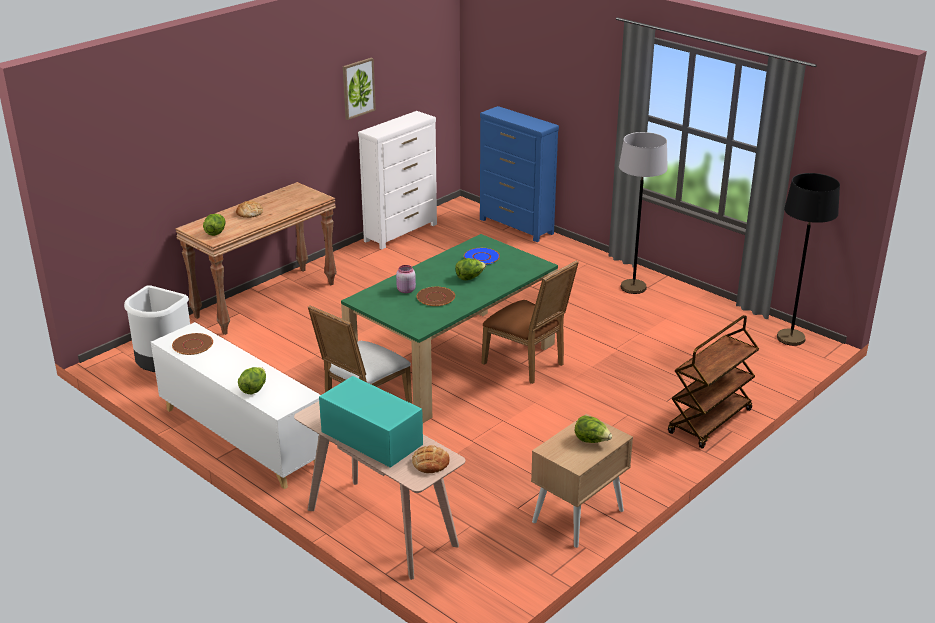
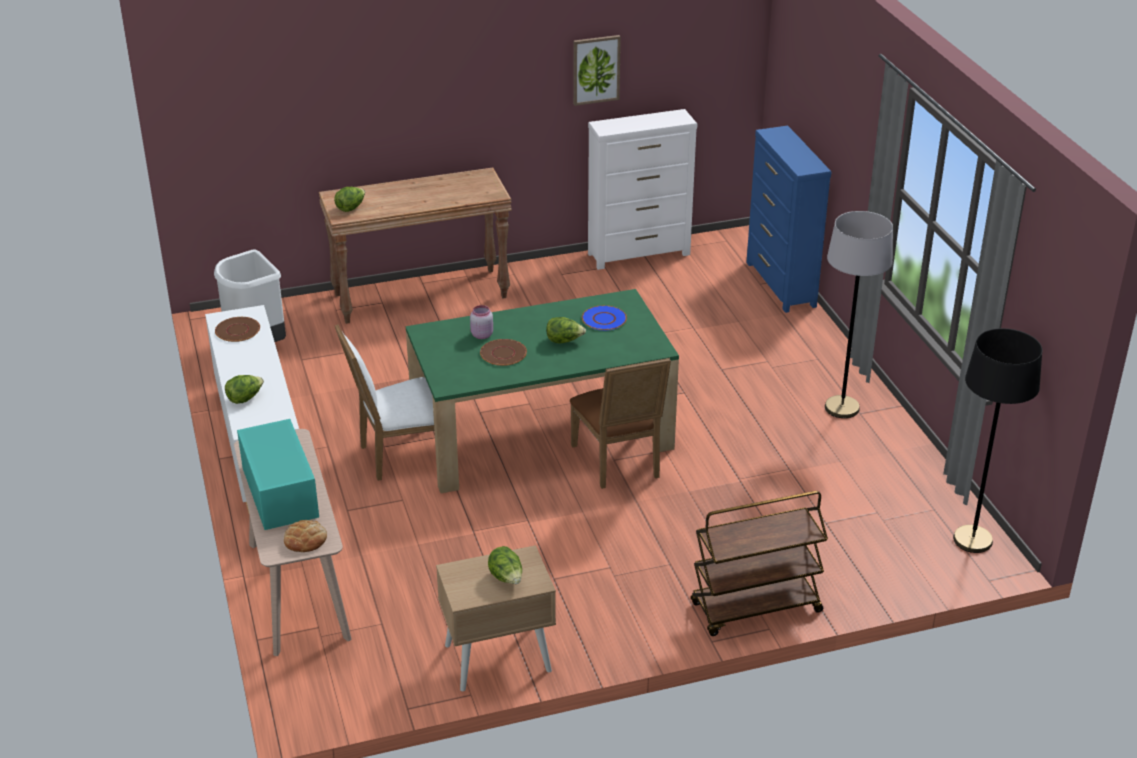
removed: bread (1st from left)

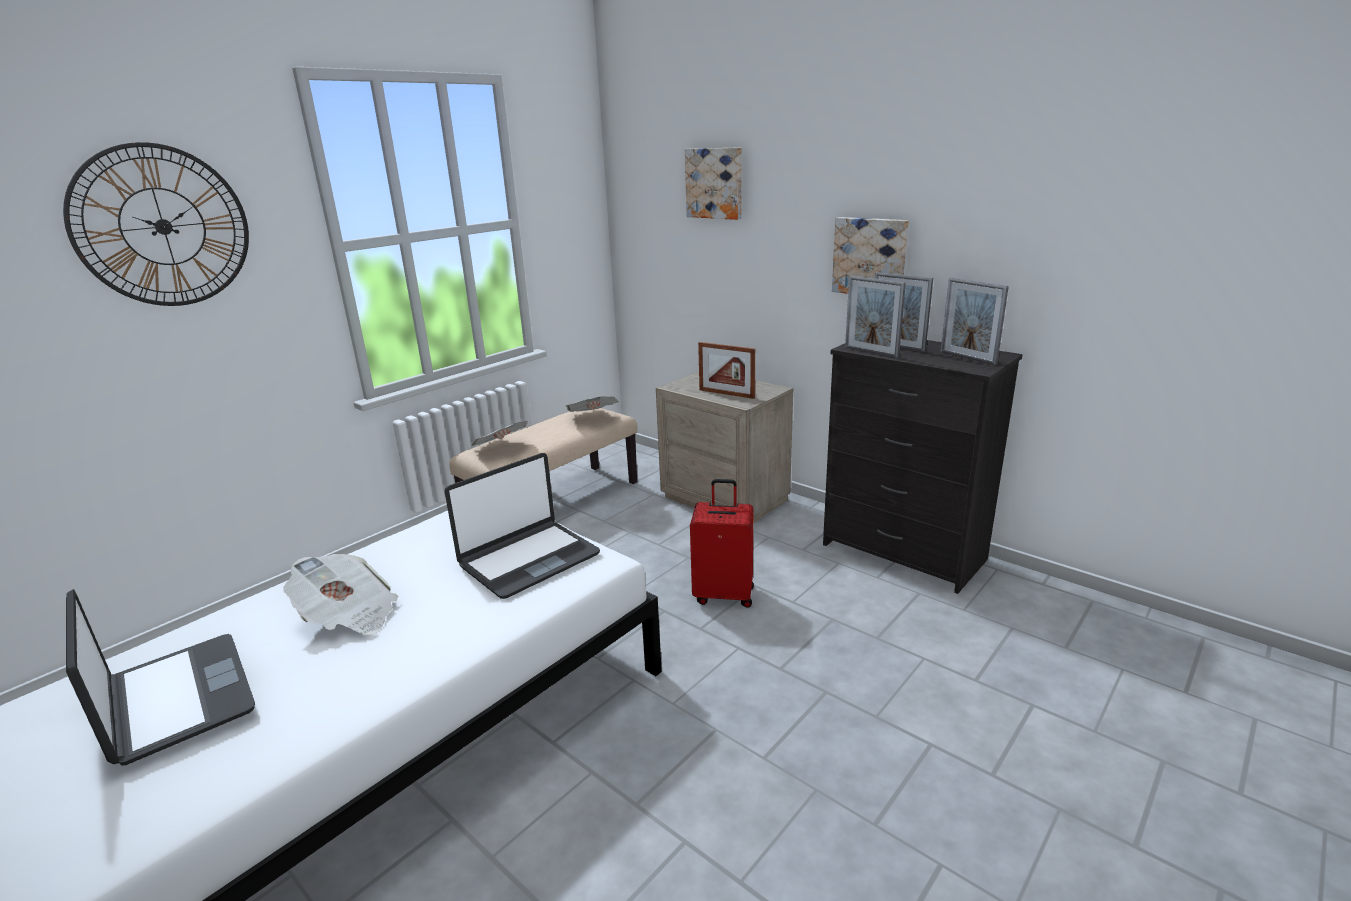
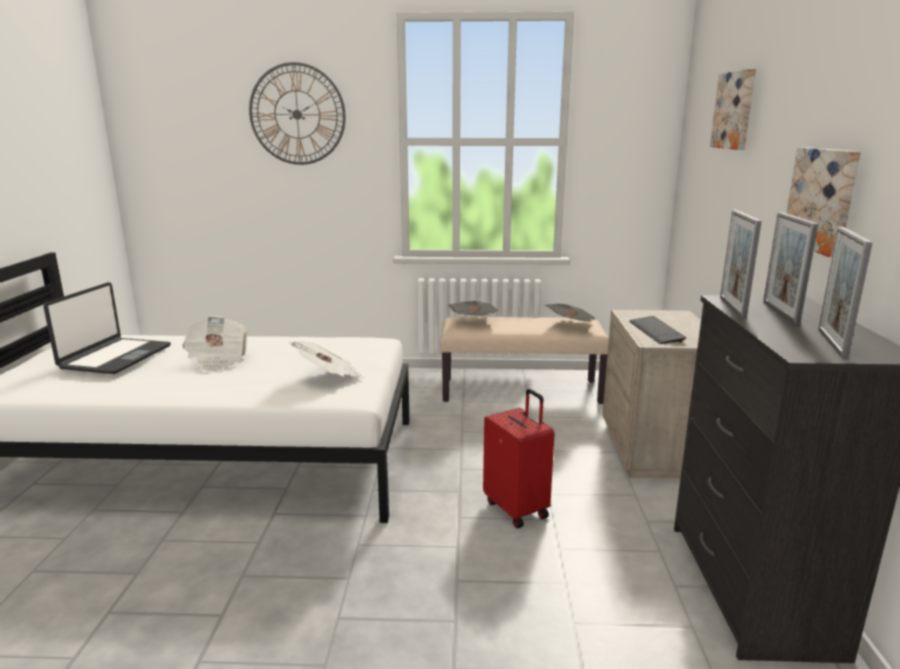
replaced: picture_frame (1st from left) to keyboard; laptop (2nd from left) to newspaper (2nd from left)

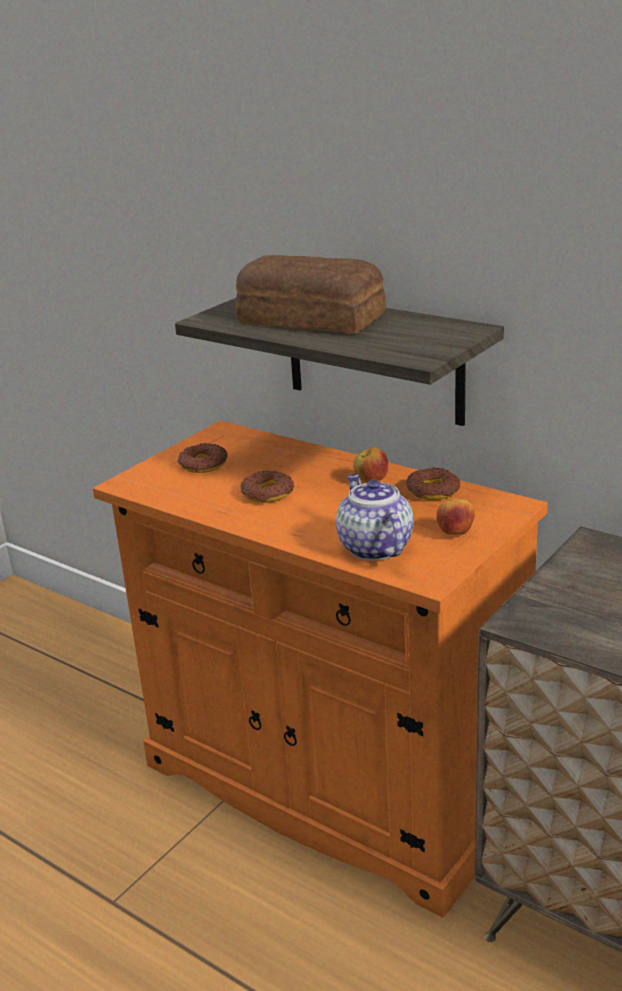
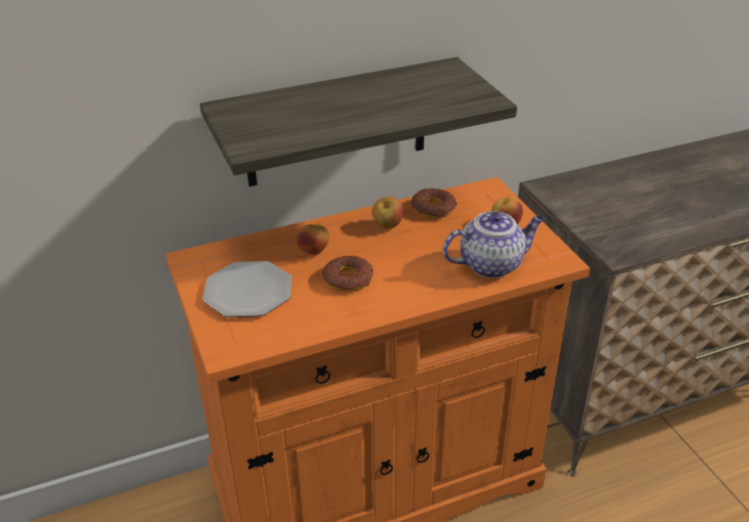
removed: bread
added: apple (1st from left)
replaced: donut (1st from left) to plate
turned: teapot 150 degrees clockwise

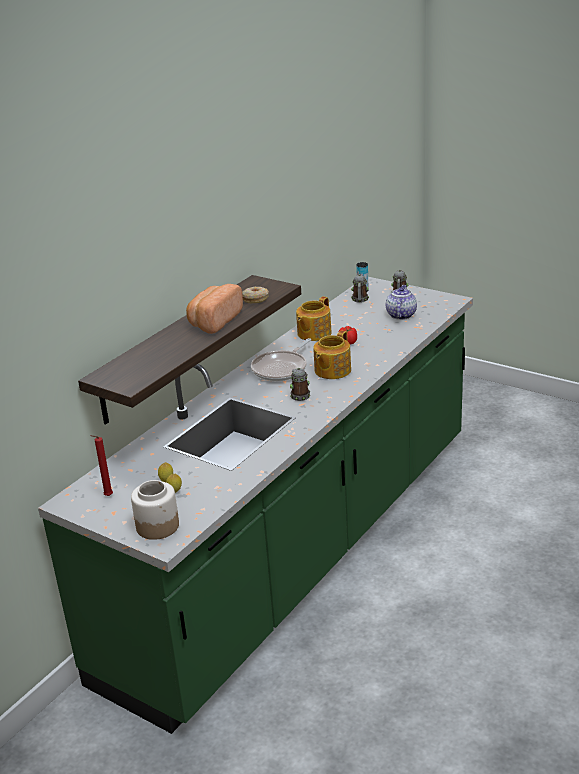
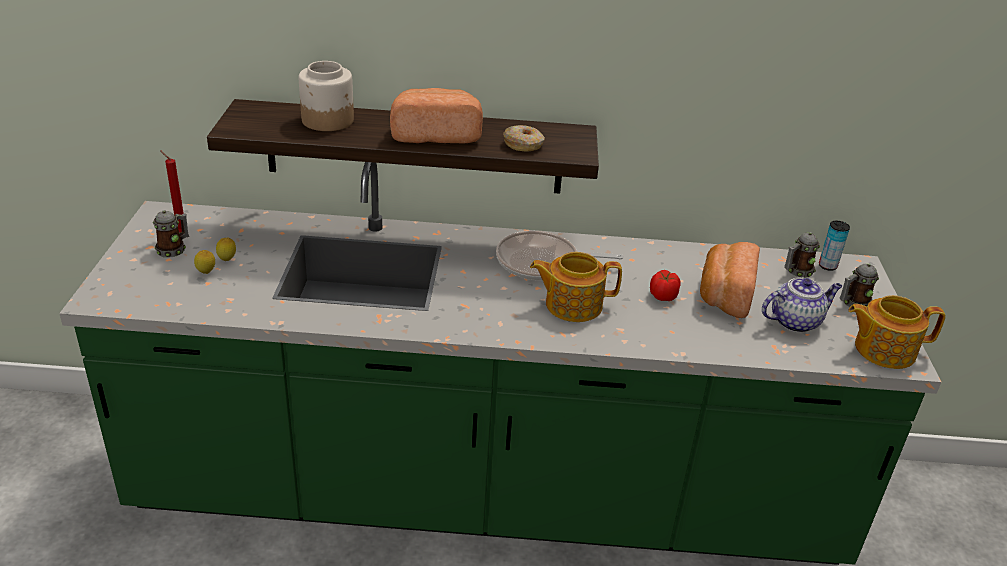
added: bread (2nd from left)
moved: teapot (1st from left in the first image) to teapot (3rd from left); mug (1st from left); jar

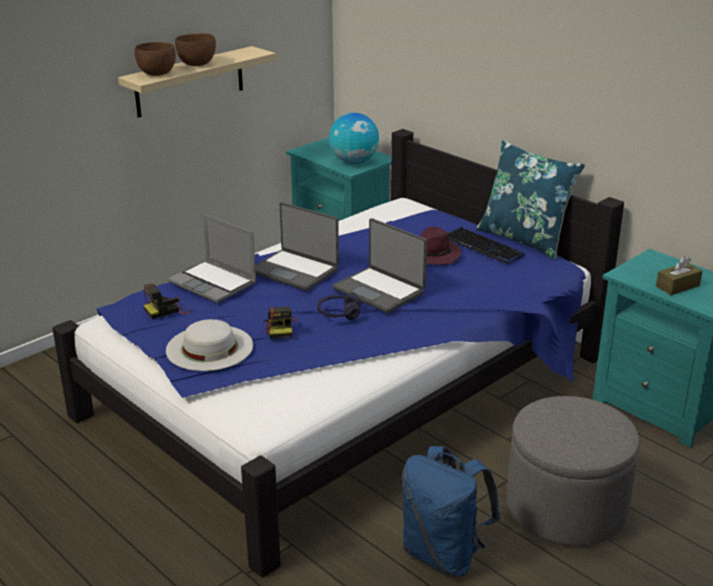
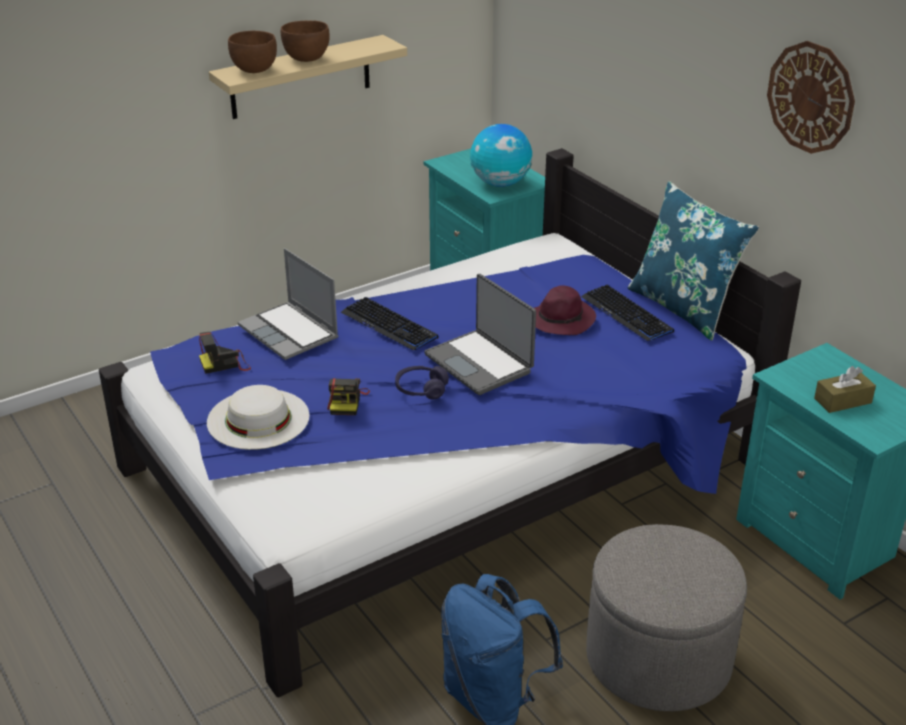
added: wall_clock
replaced: laptop (2nd from left) to keyboard (1st from left)

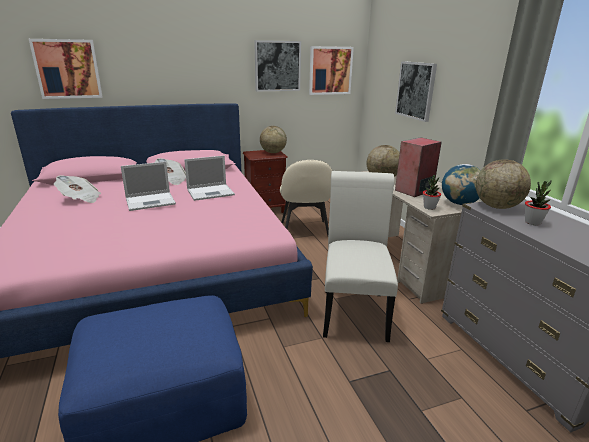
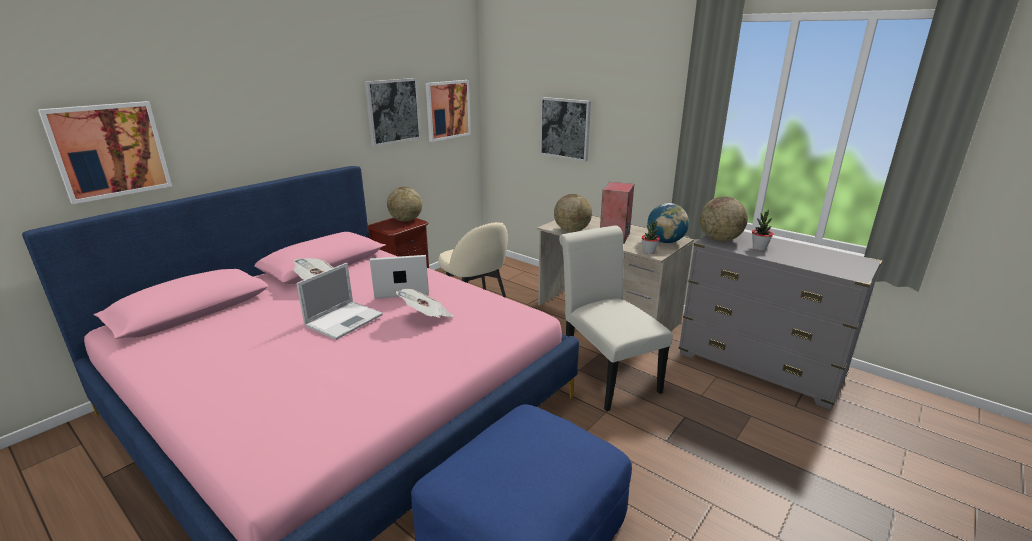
moved: newspaper (1st from left in the first image) to newspaper (2nd from left)
turned: laptop (2nd from left) 135 degrees counterclockwise

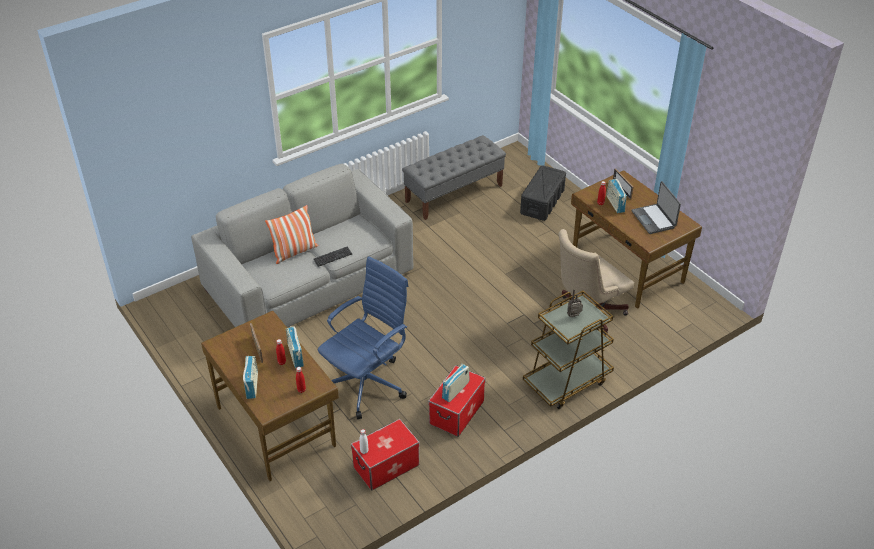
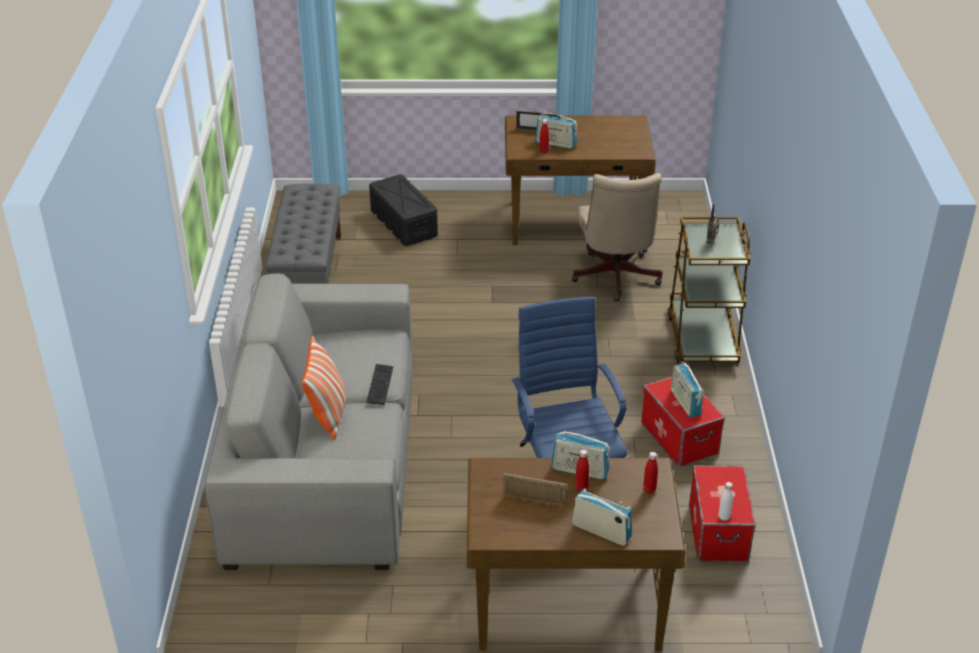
removed: laptop

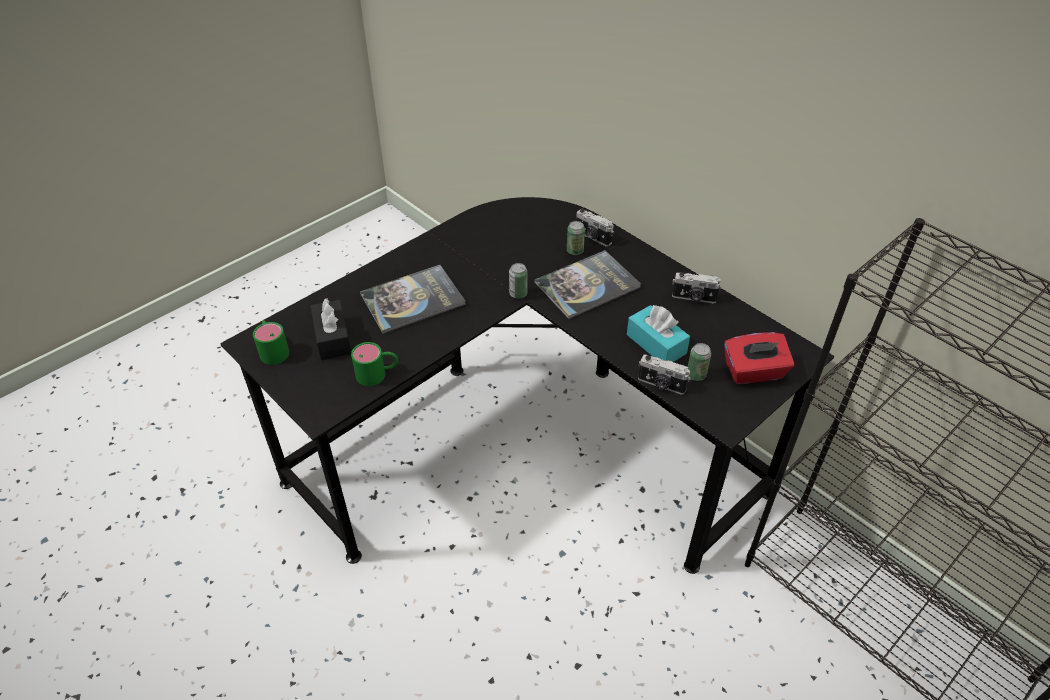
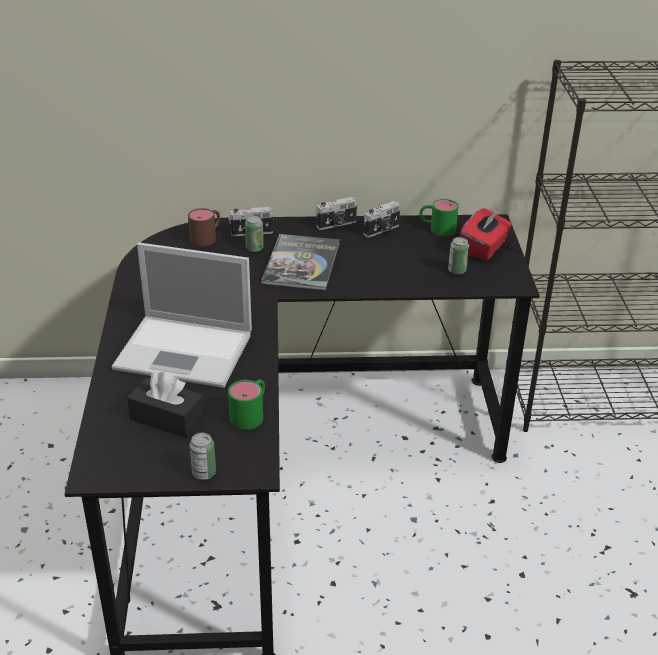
removed: turquoise_tissue_box
added: brown_mug
moved: can (1st from left); green_mug (1st from left in the first image) to green_mug (2nd from left); photo_camera (2nd from left)
replaced: book (1st from left) to laptop

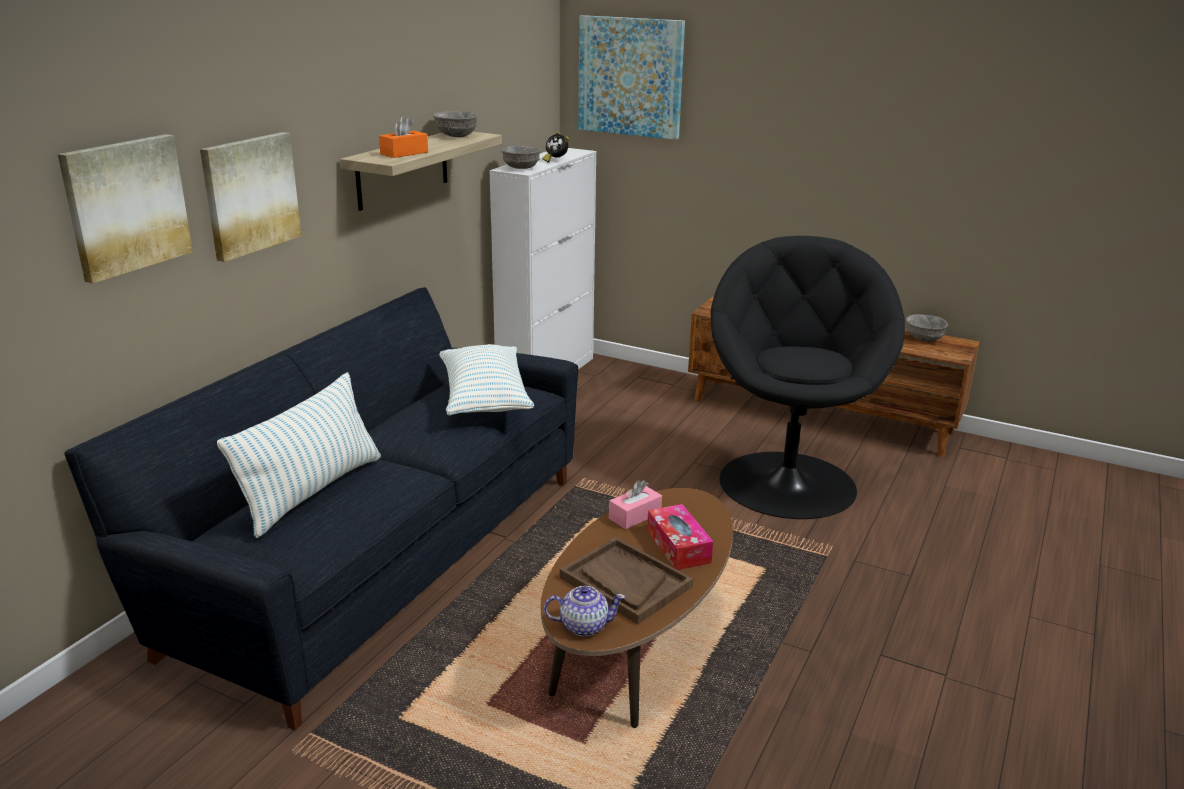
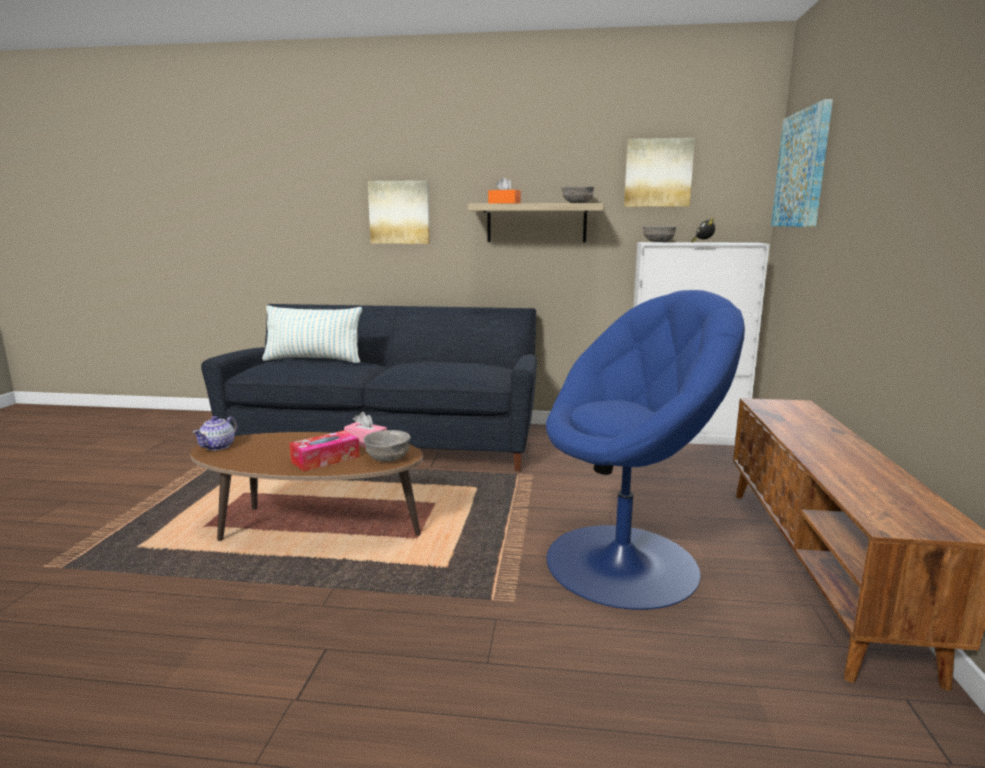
removed: pillow (2nd from left); brown_tray
moved: picture (1st from left in the first image) to picture (2nd from left); grey_bowl (3rd from left in the first image) to grey_bowl (1st from left)
recoloured: black_armchair to blue_armchair
turned: teapot 45 degrees clockwise

